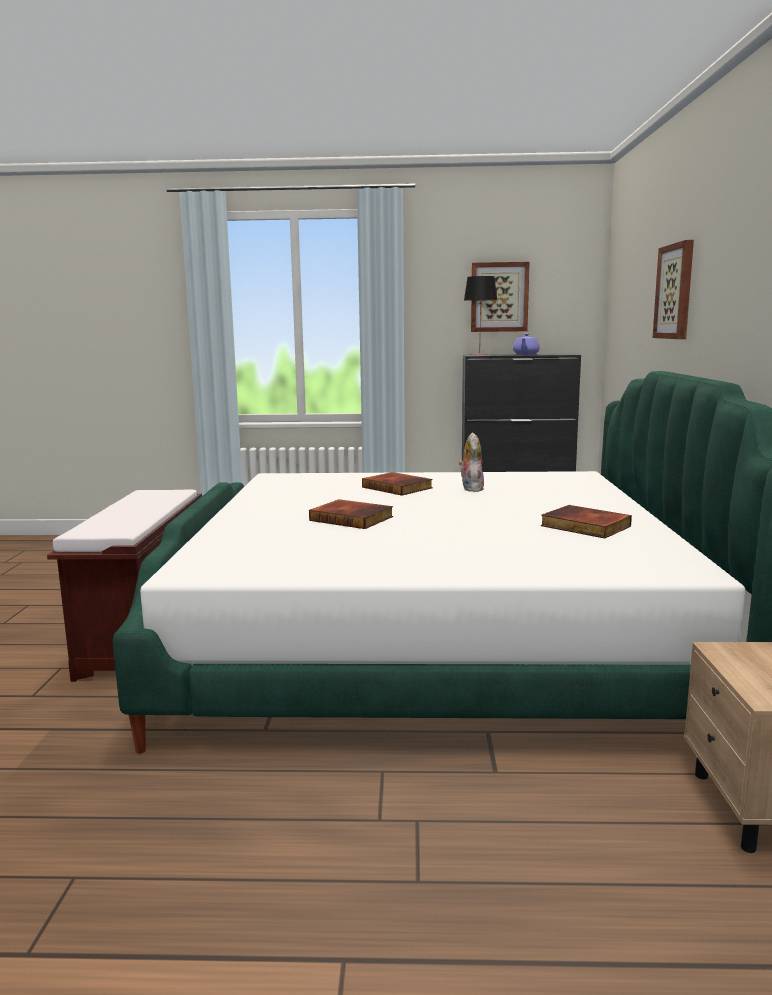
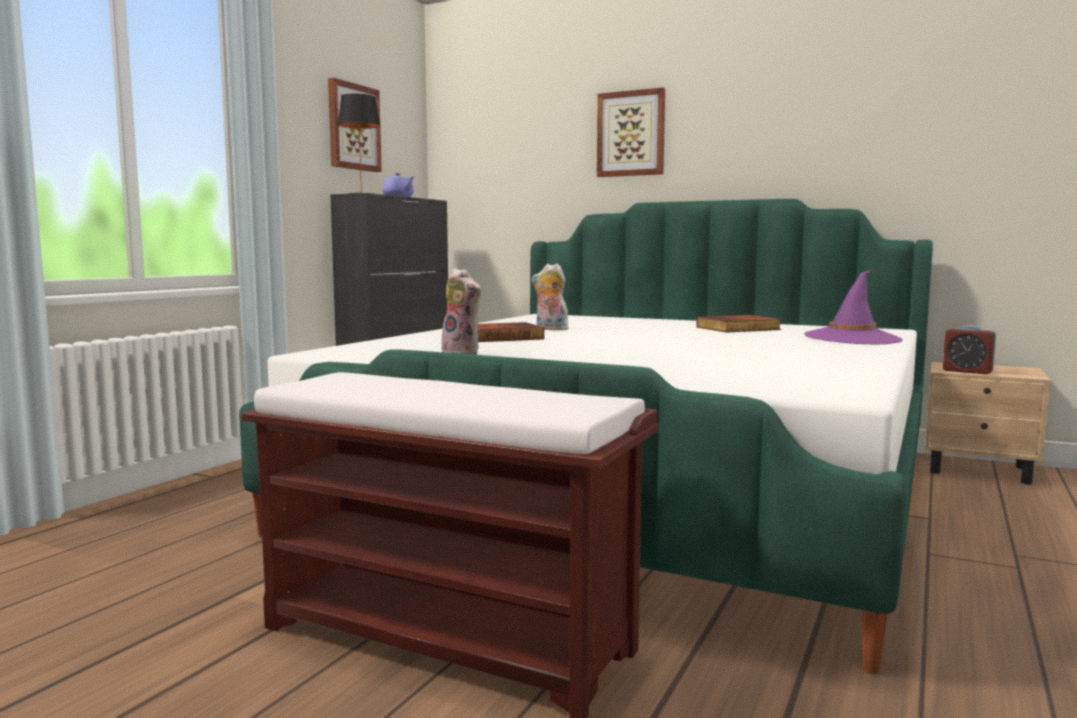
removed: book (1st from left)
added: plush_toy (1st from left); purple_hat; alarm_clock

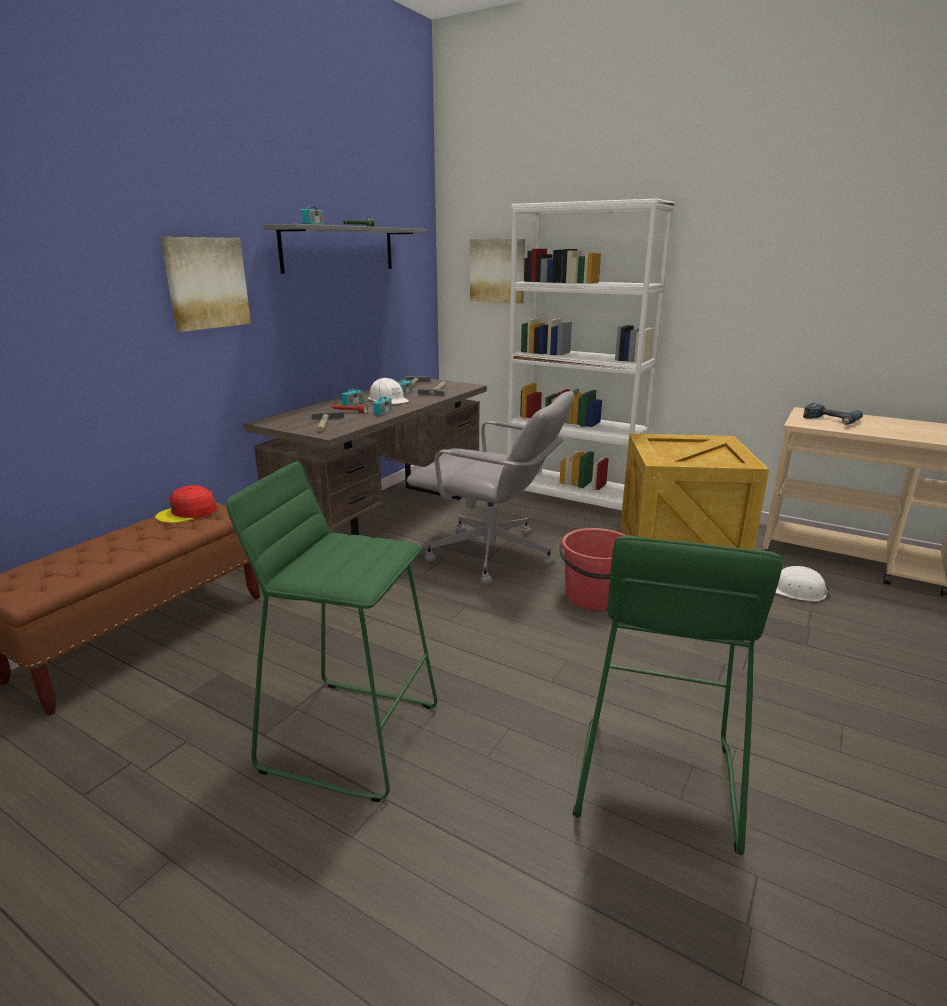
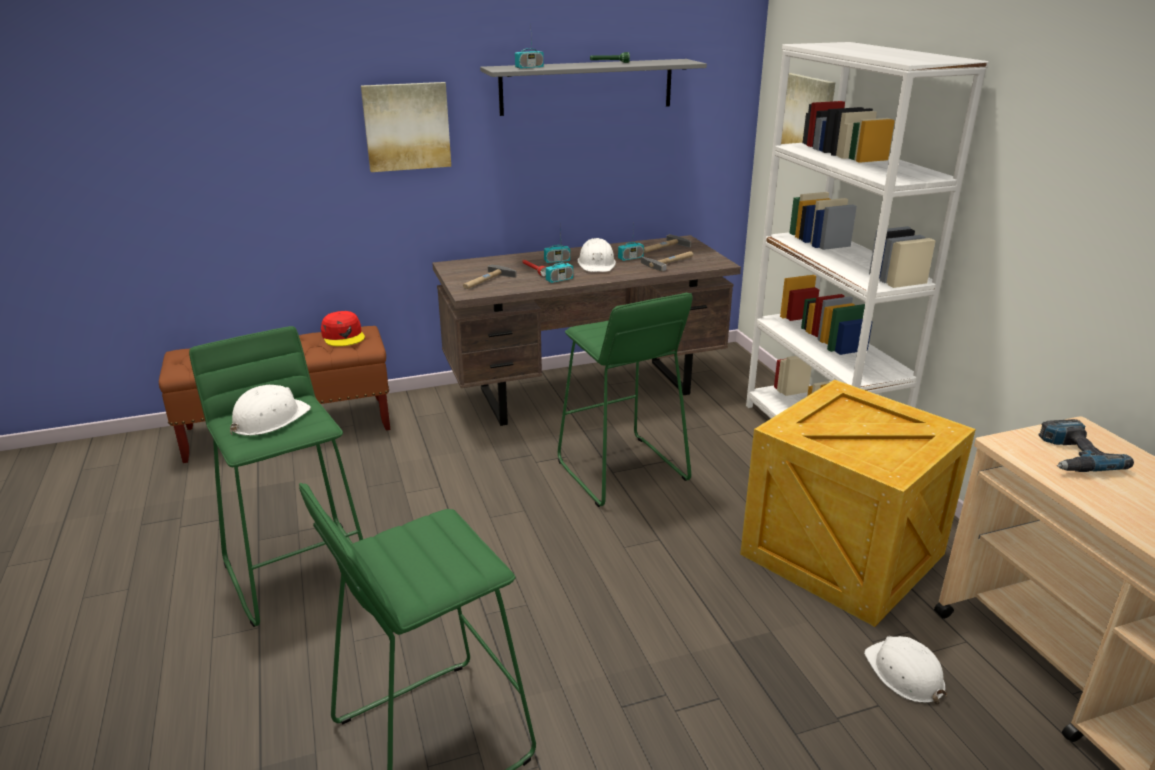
removed: red_bucket
added: white_hard_hat (1st from left)
replaced: grey_office_chair to green_stool (3rd from left)
turned: red_cap 120 degrees counterclockwise

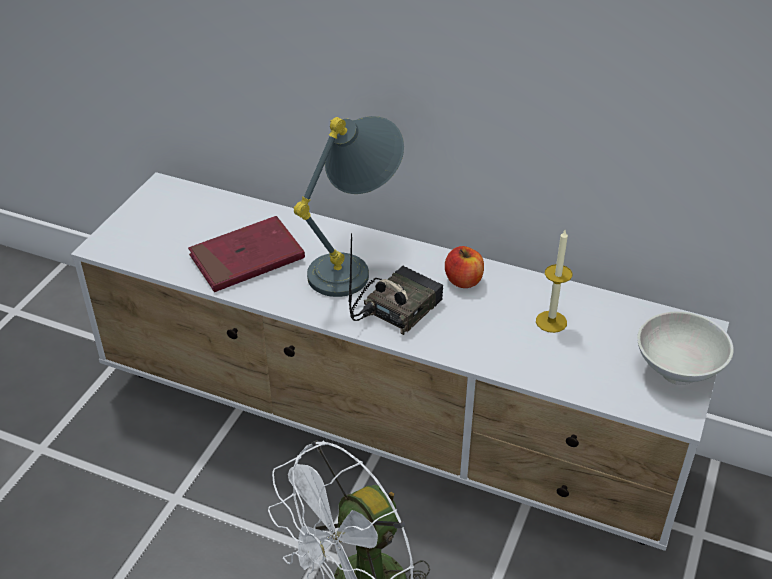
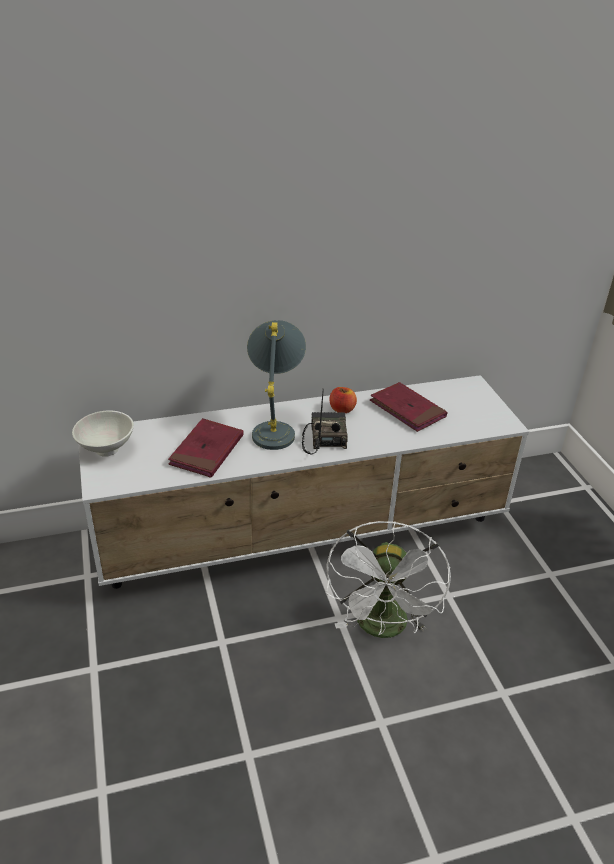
moved: white_bowl
replaced: candle to red_book (2nd from left)

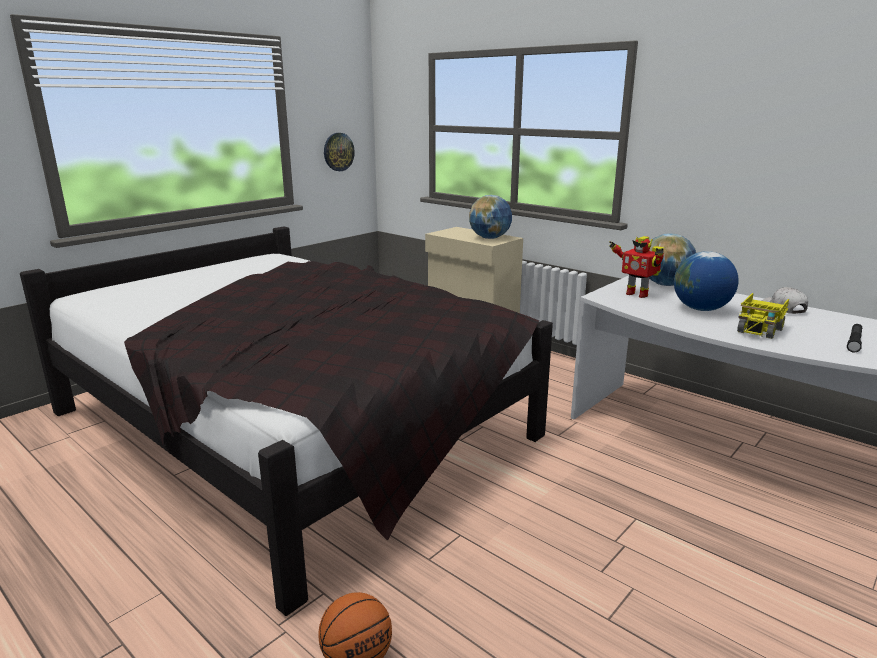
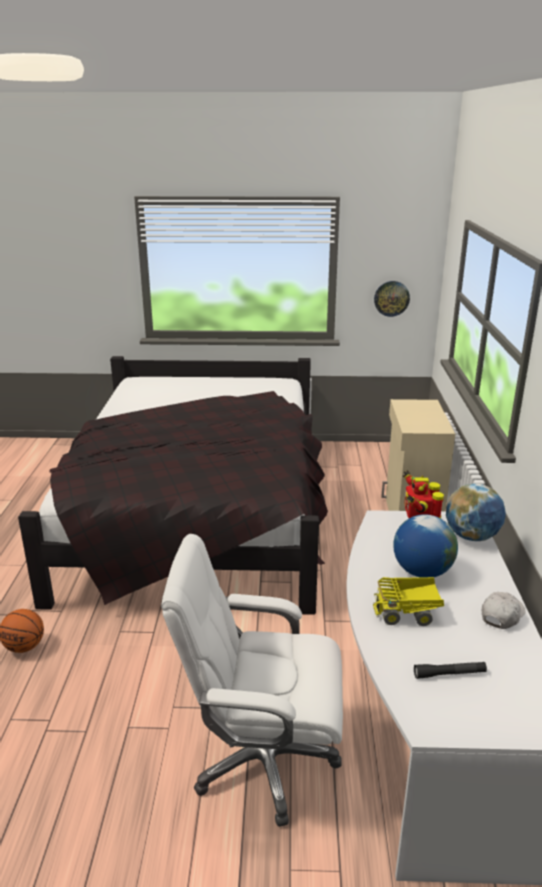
removed: globe (1st from left)
added: white_office_chair

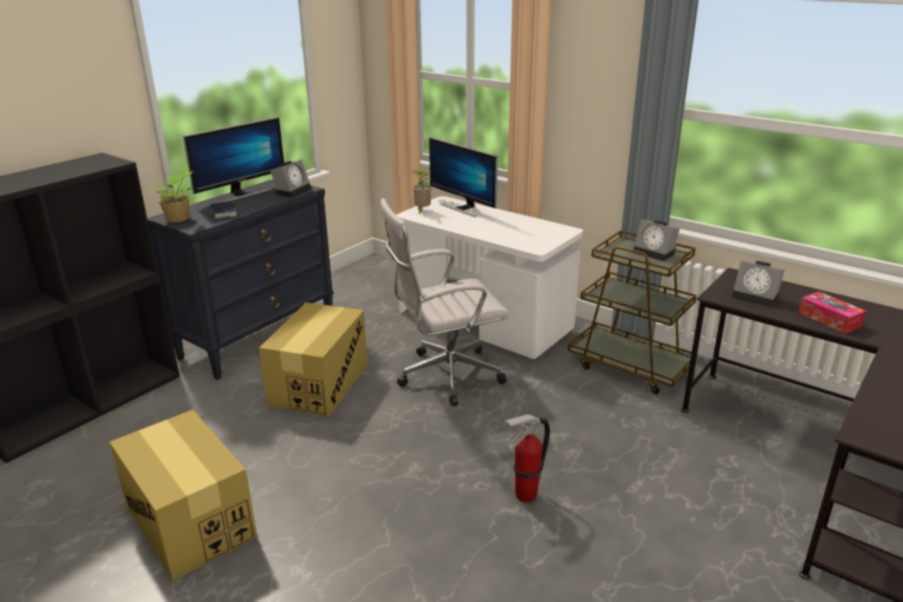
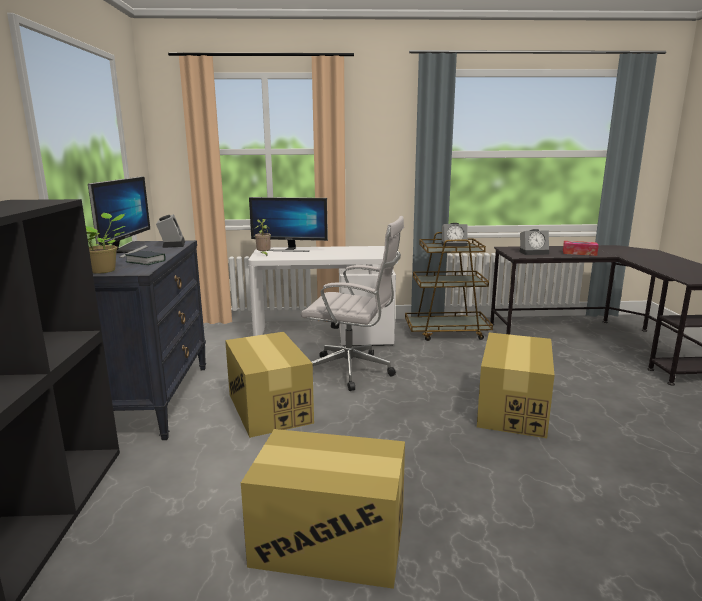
replaced: fire_extinguisher to cardboard_box (3rd from left)
turned: white_office_chair 105 degrees counterclockwise

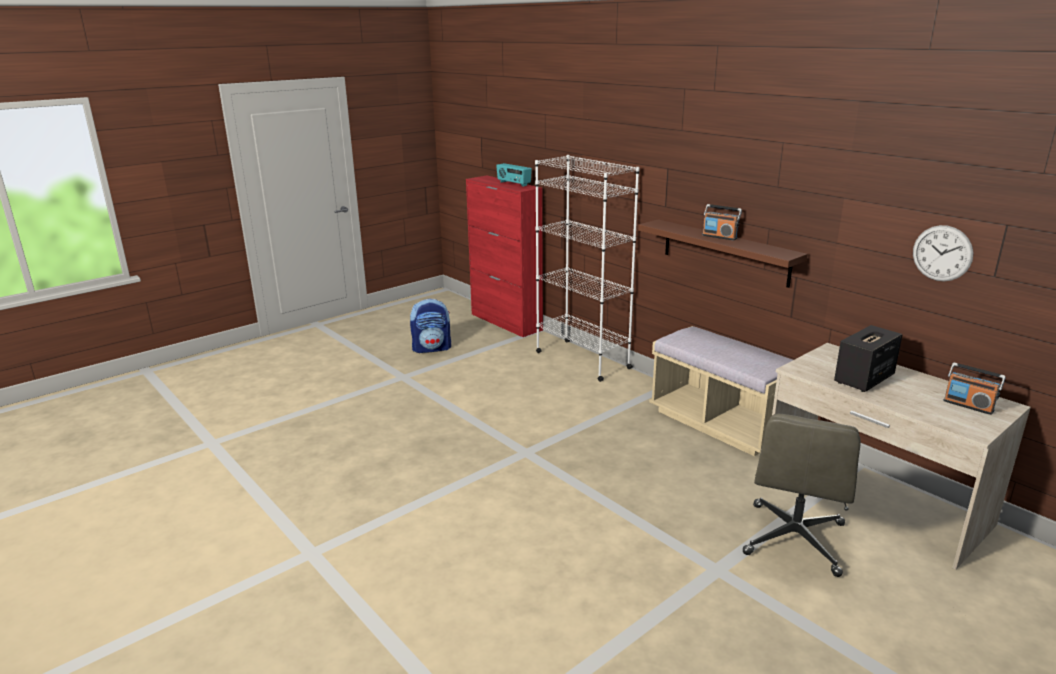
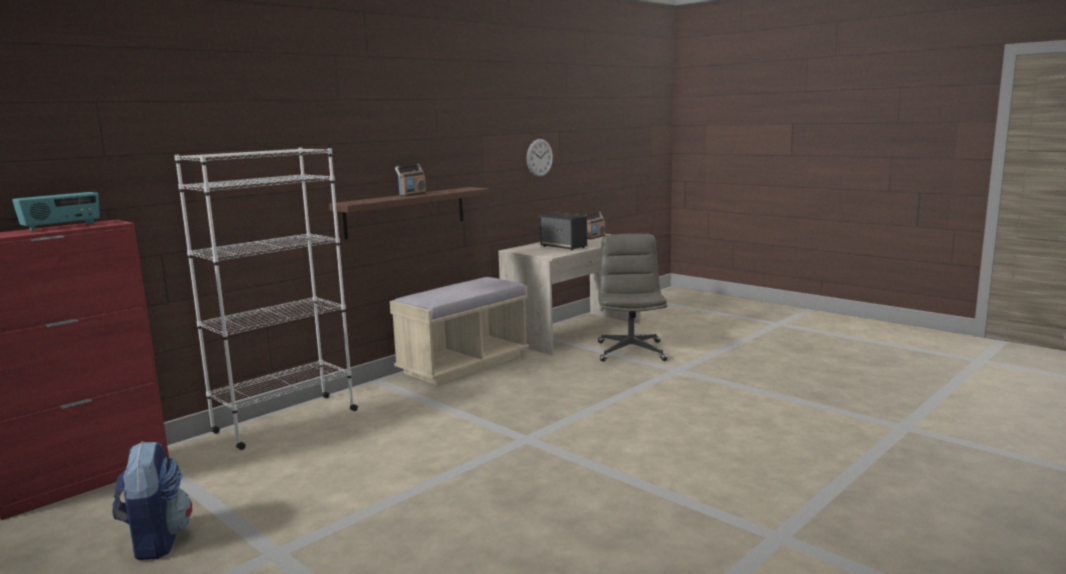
turned: grey_office_chair 105 degrees counterclockwise

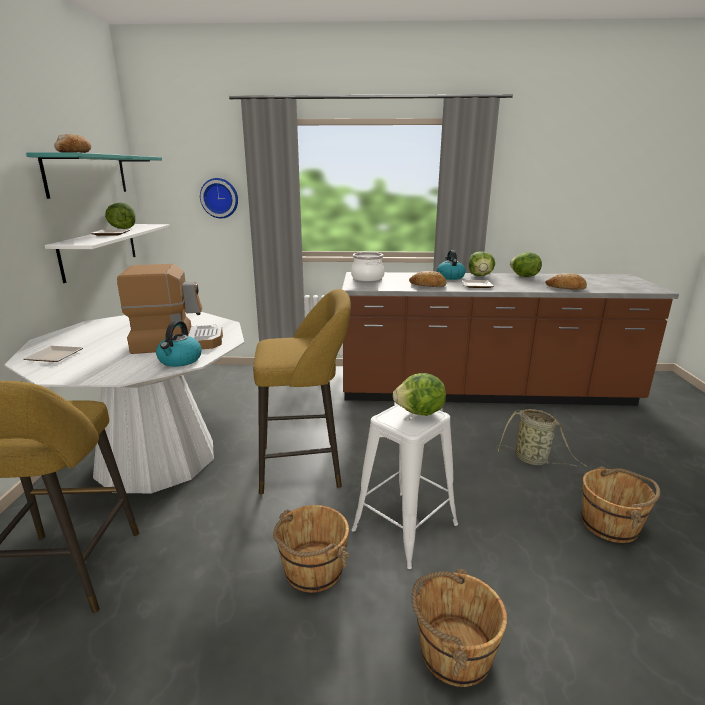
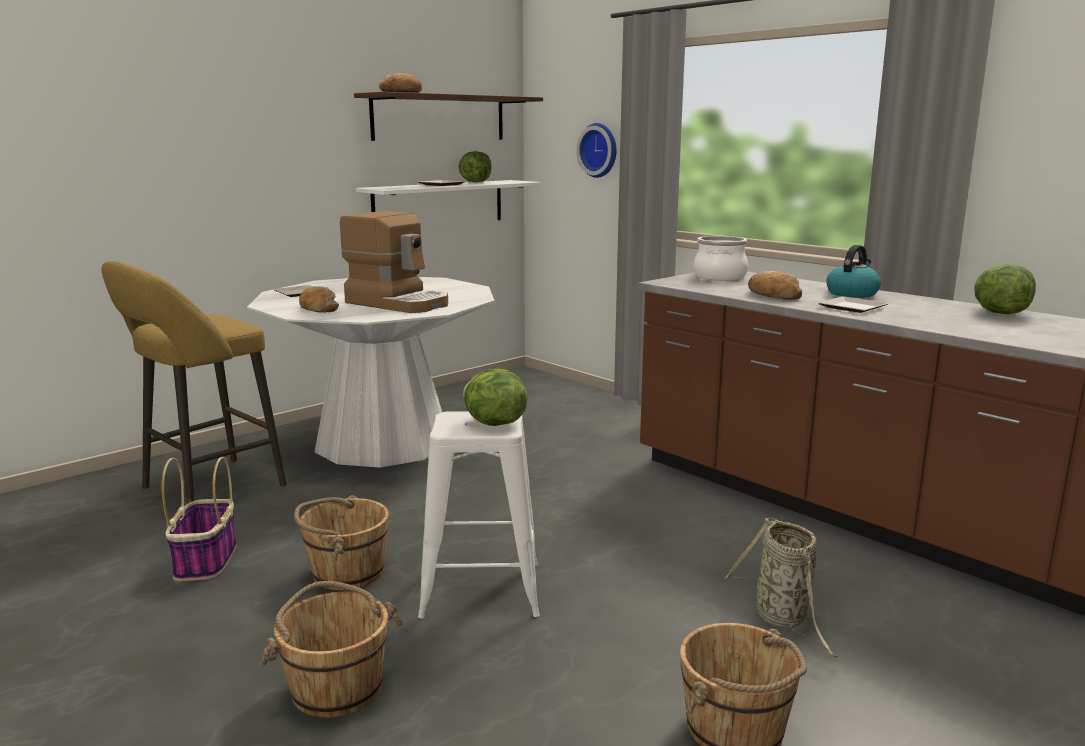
removed: lettuce (3rd from left); yellow_stool (2nd from left); kettle (1st from left)
added: basket (1st from left)
moved: bread (3rd from left in the first image) to bread (1st from left)
recoloured: turquoise_shelf to brown_shelf

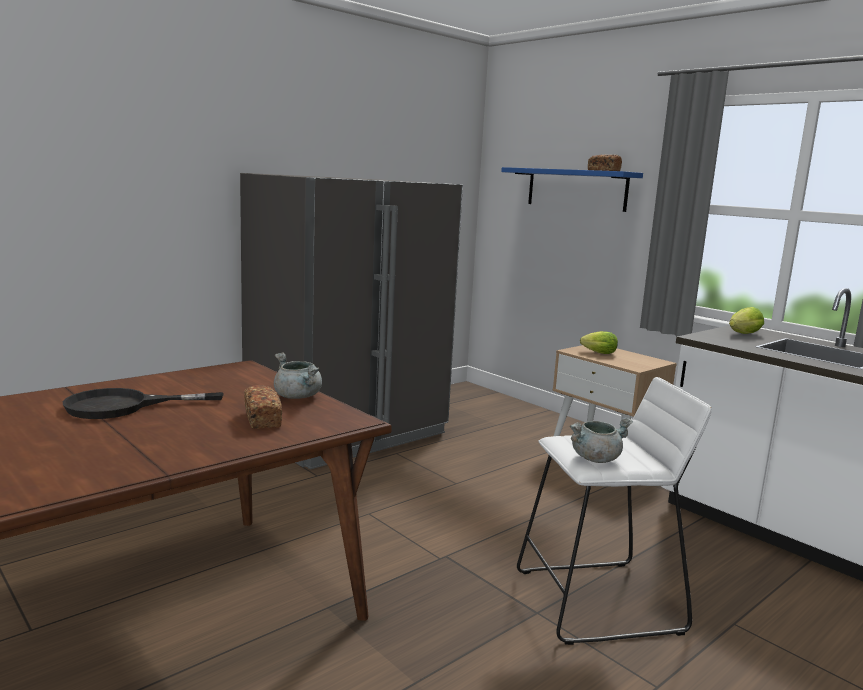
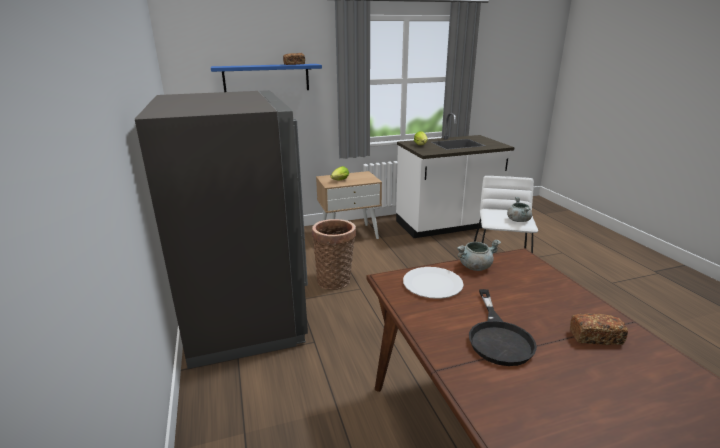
added: basket; white_plate
moved: bread (1st from left in the first image) to bread (2nd from left)

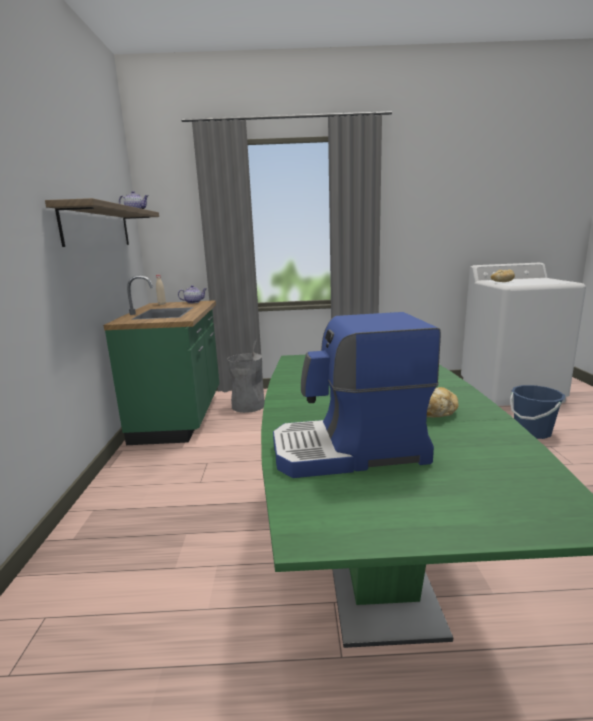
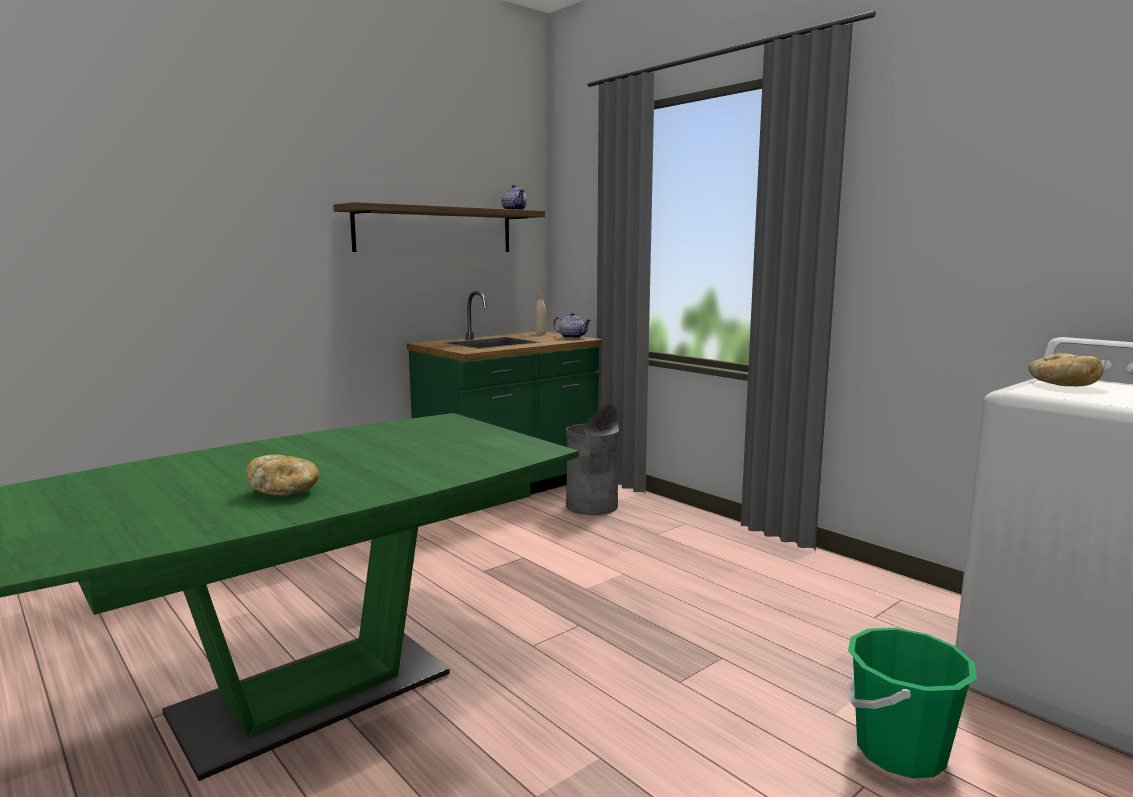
removed: coffee_machine
recoloured: blue_bucket to green_bucket

